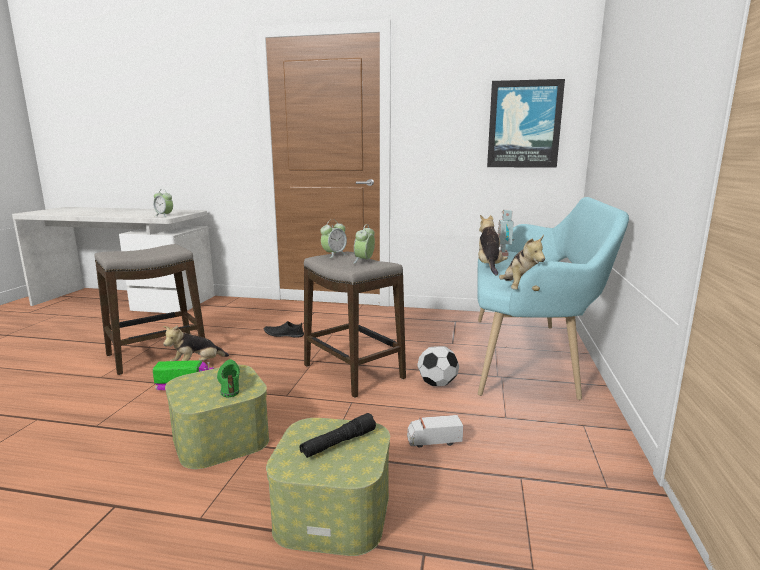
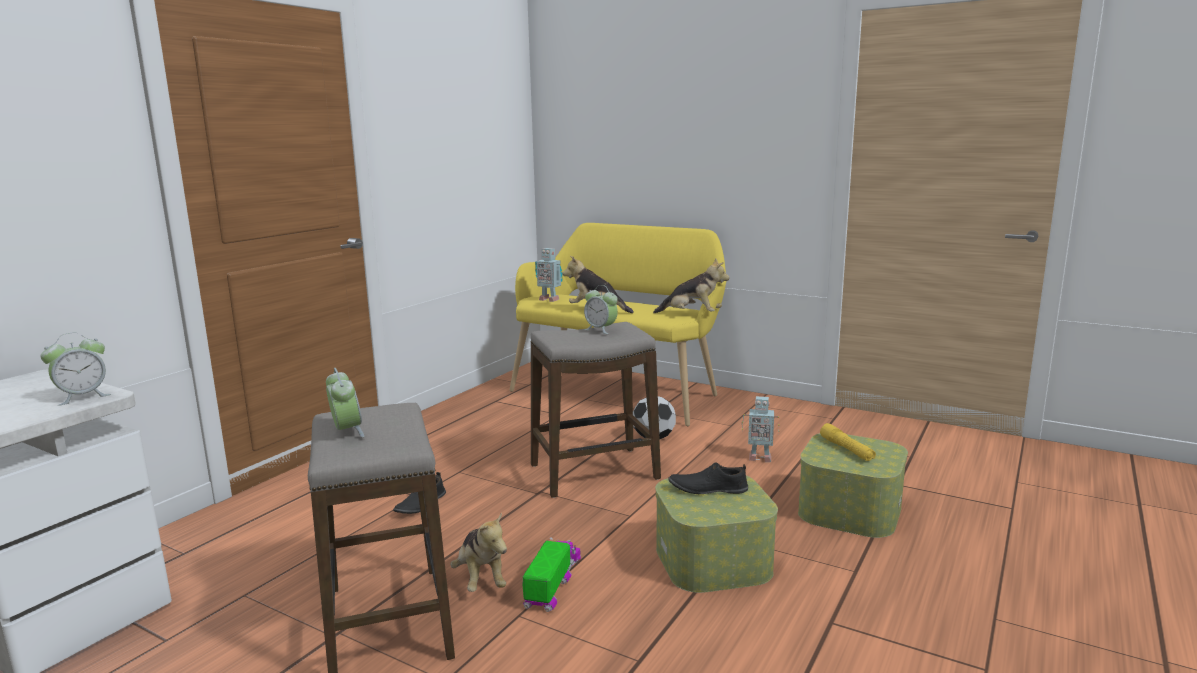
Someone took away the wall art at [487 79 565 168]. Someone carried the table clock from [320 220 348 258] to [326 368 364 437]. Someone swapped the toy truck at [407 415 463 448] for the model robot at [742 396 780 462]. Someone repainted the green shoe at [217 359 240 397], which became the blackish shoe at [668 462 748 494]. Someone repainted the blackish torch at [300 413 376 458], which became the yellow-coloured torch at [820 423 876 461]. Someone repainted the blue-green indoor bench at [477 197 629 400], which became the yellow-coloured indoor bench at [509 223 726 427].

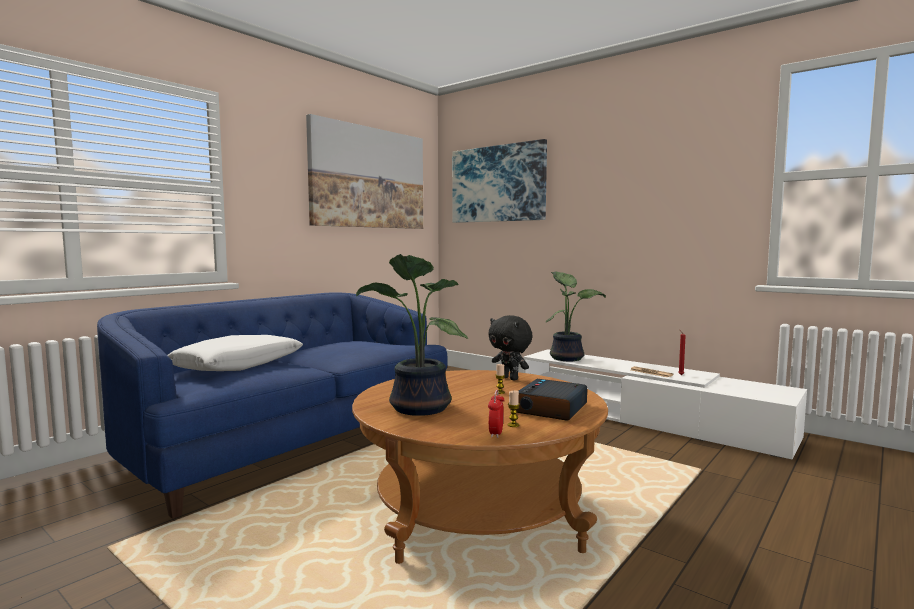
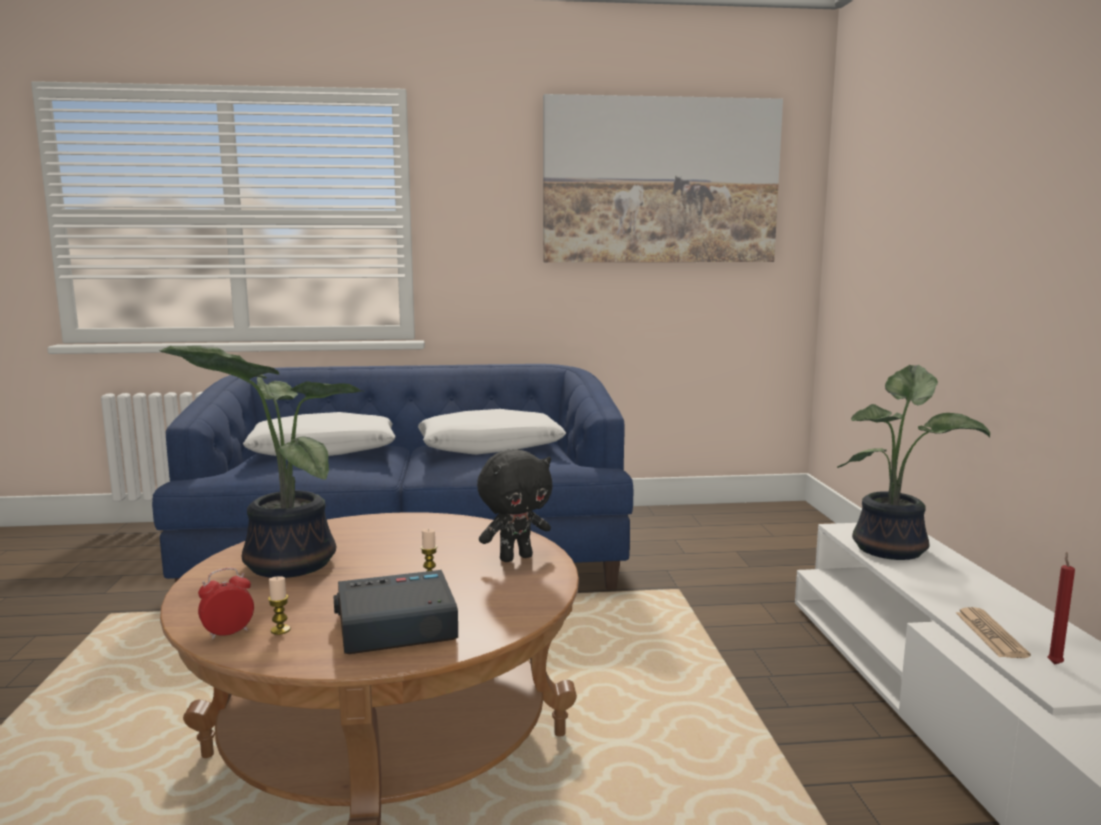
Someone took away the wall art at [452 139 547 223]. Someone put down the whitish throw pillow at [418 409 566 455]. Someone rotated the blackish cuddly toy at [488 315 533 381] by 120 degrees counterclockwise.

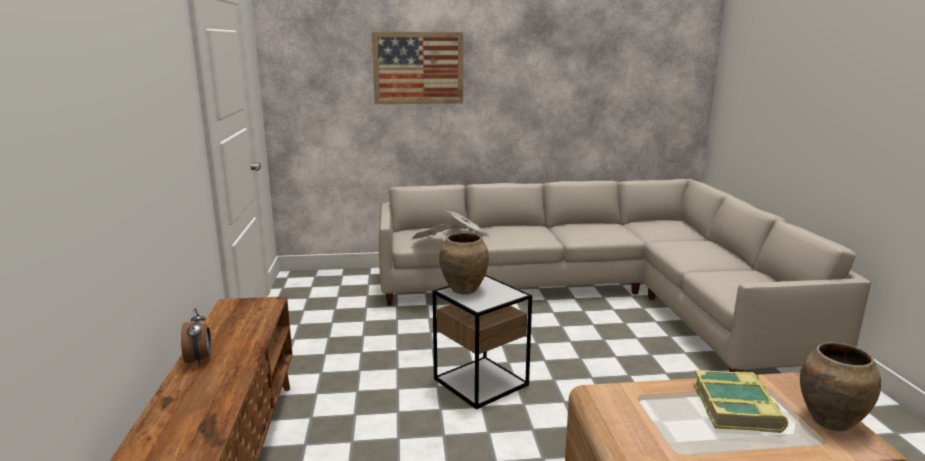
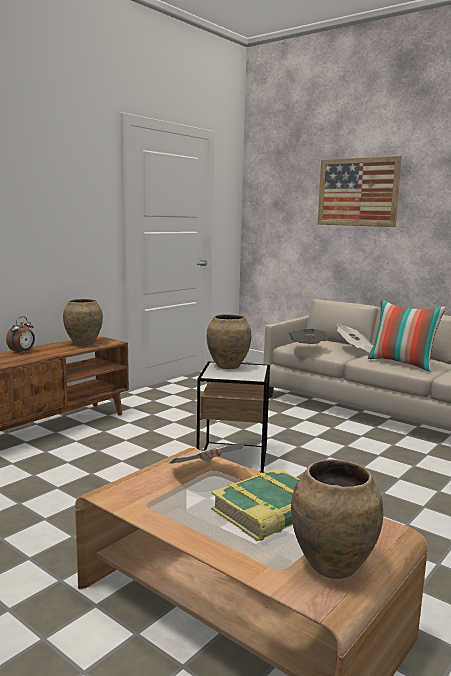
Someone put down the brown flower vase at [63 299 103 346]. Someone put down the printed paper at [169 443 245 464]. Someone put down the throw pillow at [368 300 446 372].

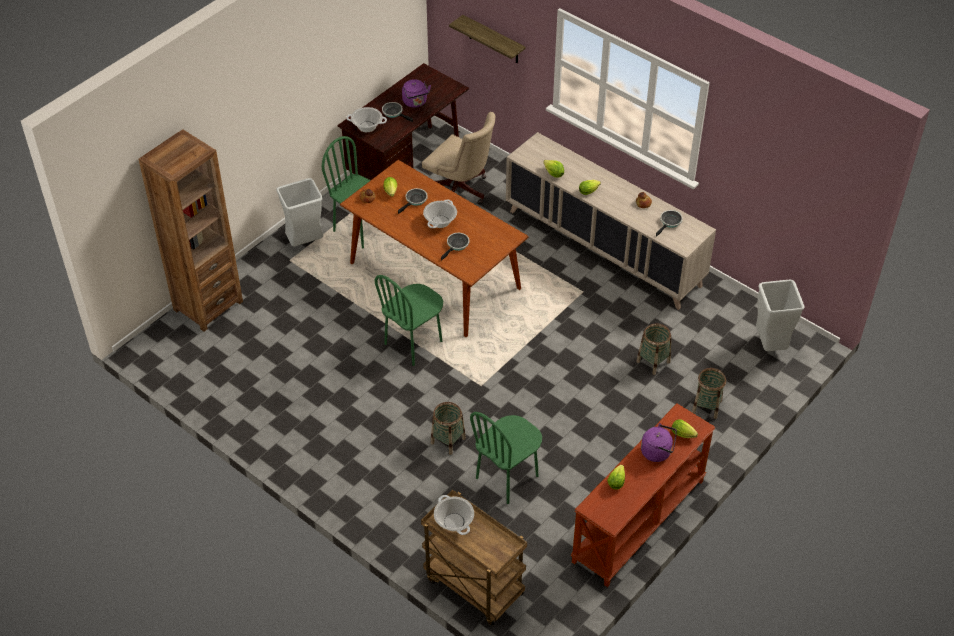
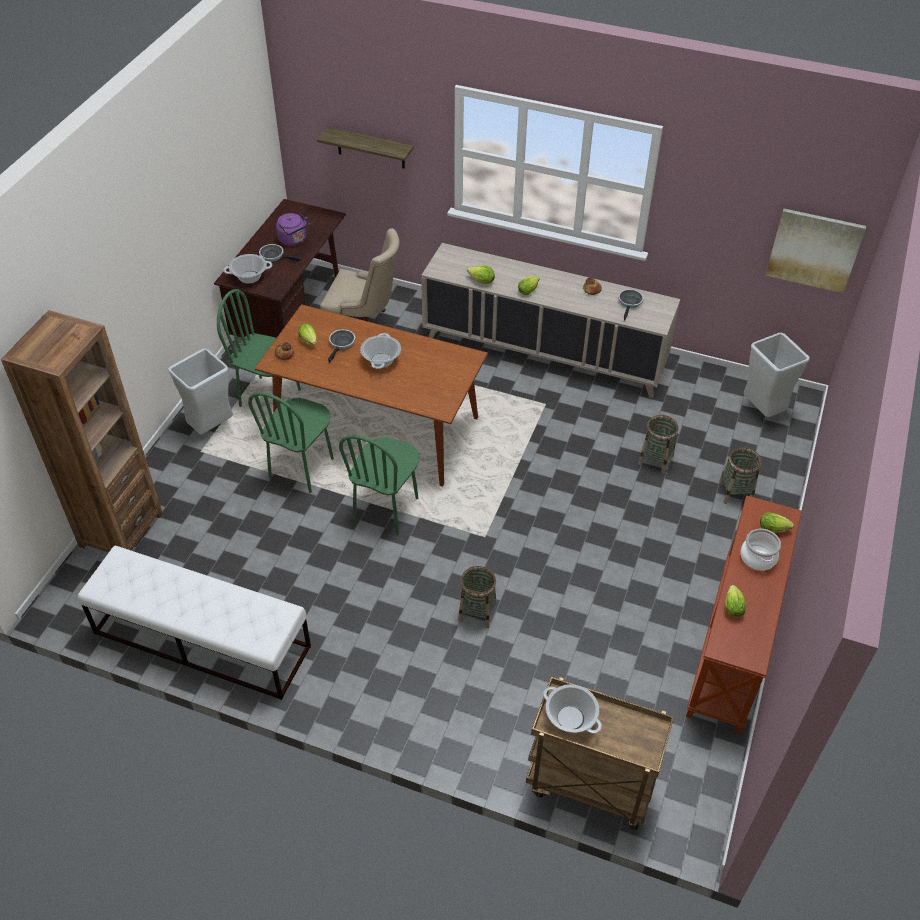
Someone took away the frying pan at [441 233 469 260]. Someone put down the whitish indoor bench at [78 546 311 700]. Someone put up the wall art at [765 209 866 293]. Someone carried the green plain chair from [470 412 542 504] to [248 392 334 493]. Someone swapped the purplish kettle at [641 423 677 462] for the cooking pot at [741 529 781 571].

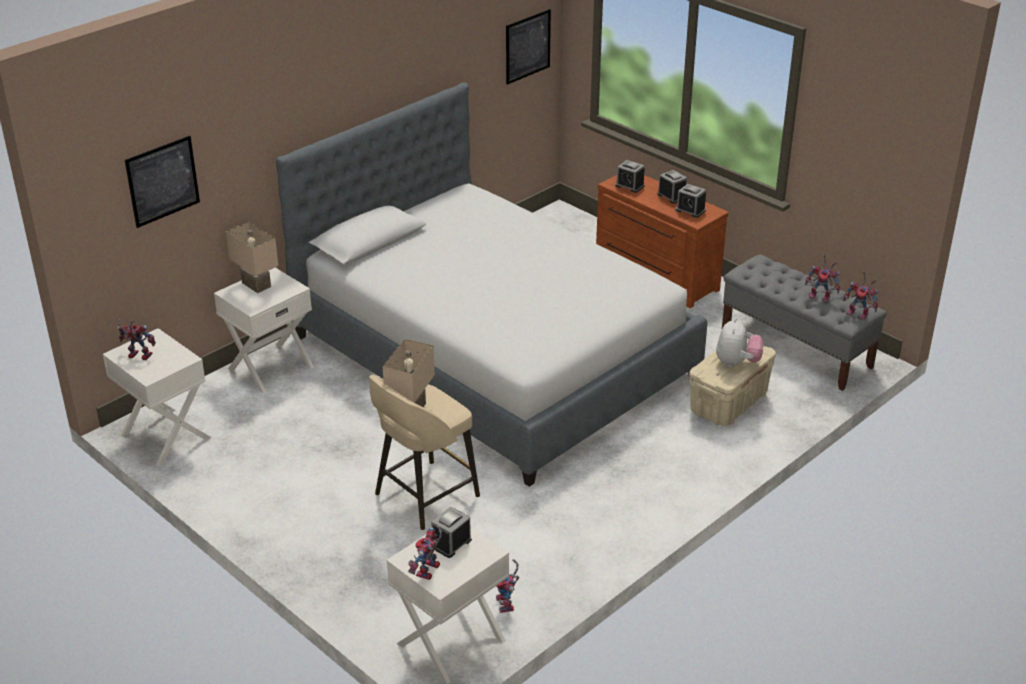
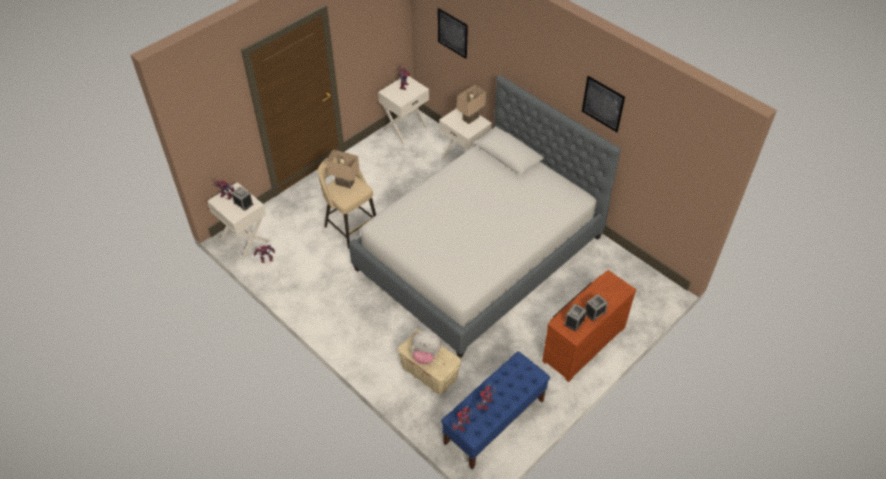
Someone took away the table clock at [615 160 645 193]. Someone carried the wall art from [506 9 551 85] to [582 76 625 132]. Someone repainted the gray indoor bench at [722 254 887 391], which became the blue-coloured indoor bench at [441 351 550 469].

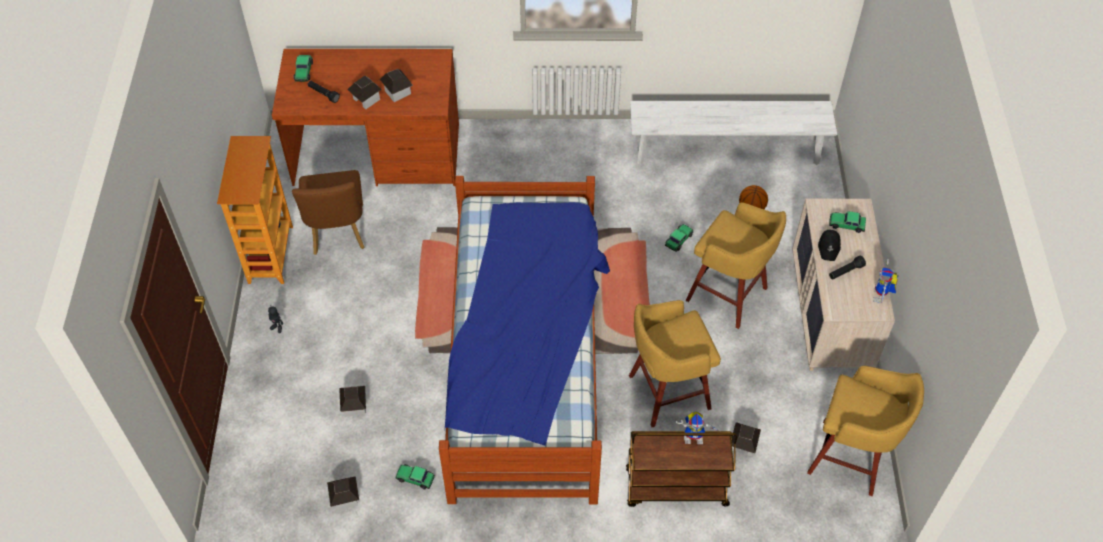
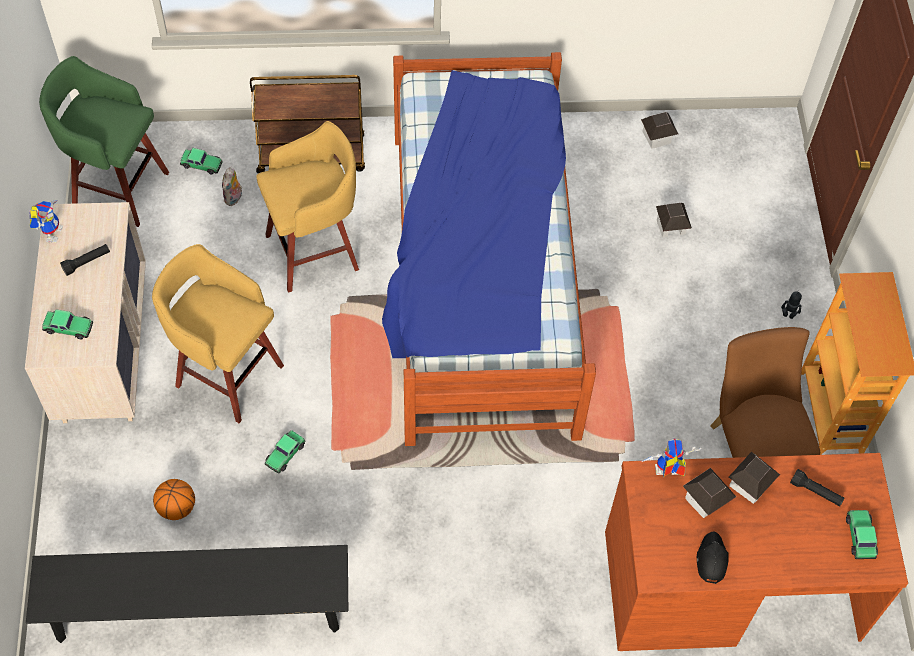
Someone carried the toy car from [395 464 435 489] to [180 148 223 175]. Someone carried the model robot from [676 411 718 444] to [641 438 701 477]. Someone carried the blackish baseball cap from [818 230 841 261] to [697 532 729 584]. Someone swapped the miniature house at [732 422 761 456] for the cuddly toy at [222 167 242 206]. Someone repainted the whitish indoor bench at [630 101 837 165], which became the blackish indoor bench at [26 545 348 643]. Someone repainted the yellow-coloured stool at [807 366 924 496], which became the green stool at [39 56 169 227].

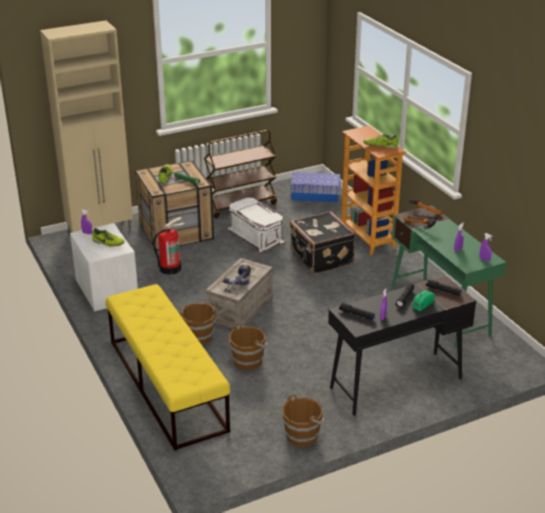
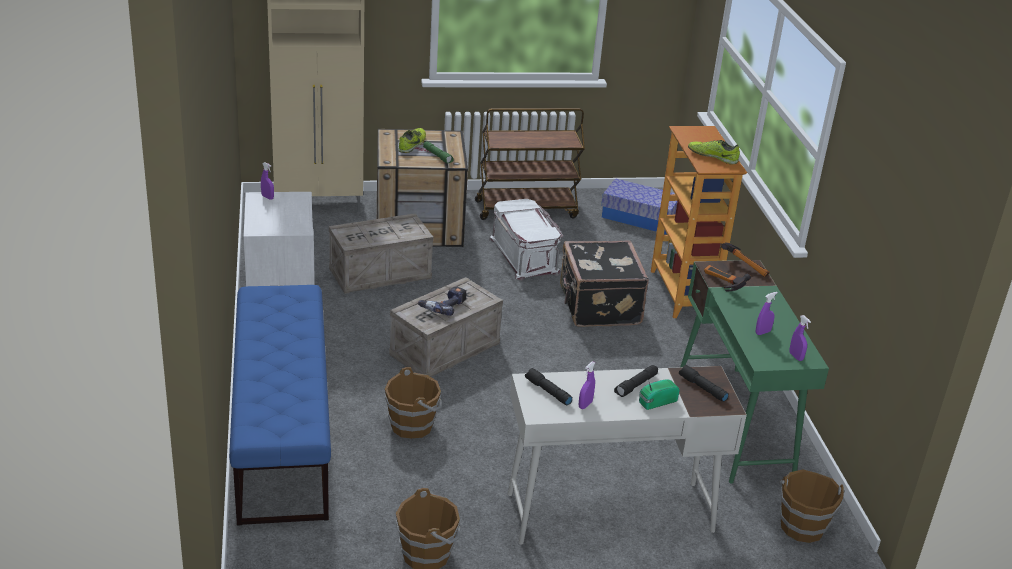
Someone took away the shoe at [92 228 125 247]. Someone carried the brown pail from [179 303 217 345] to [778 469 845 543]. Someone swapped the fire extinguisher at [153 217 184 275] for the packing crate at [329 213 433 294]. Someone repainted the yellow-coloured indoor bench at [106 284 230 451], which became the blue-coloured indoor bench at [229 285 331 526]. Someone repainted the blackish desk table at [328 275 476 416], which became the whitish desk table at [507 366 747 545].

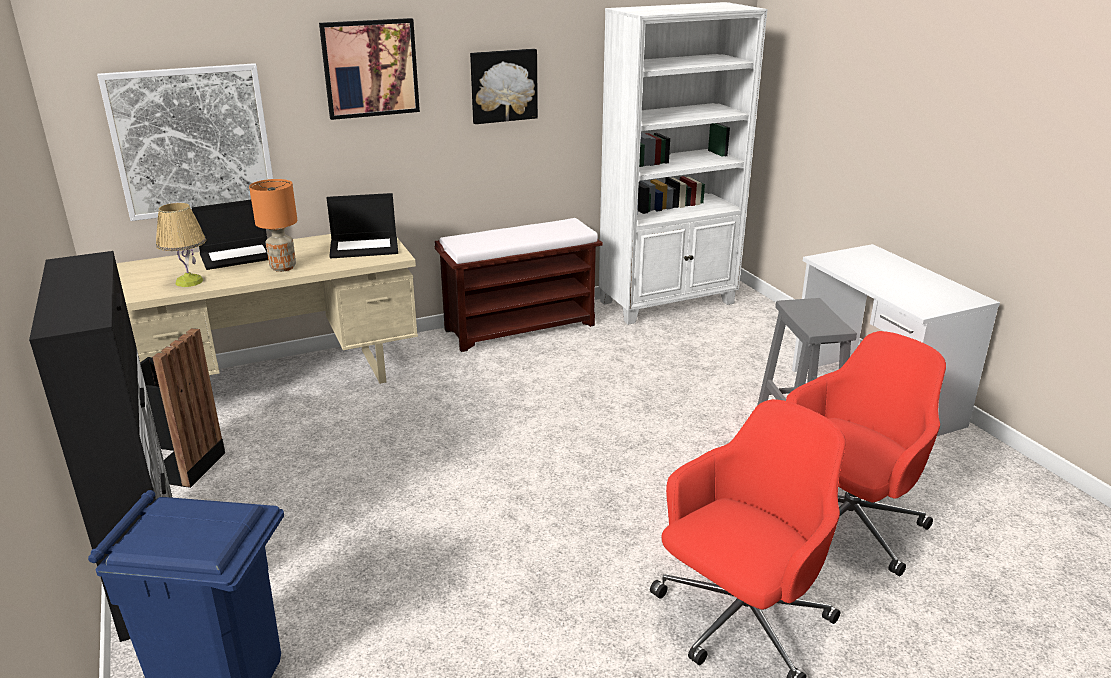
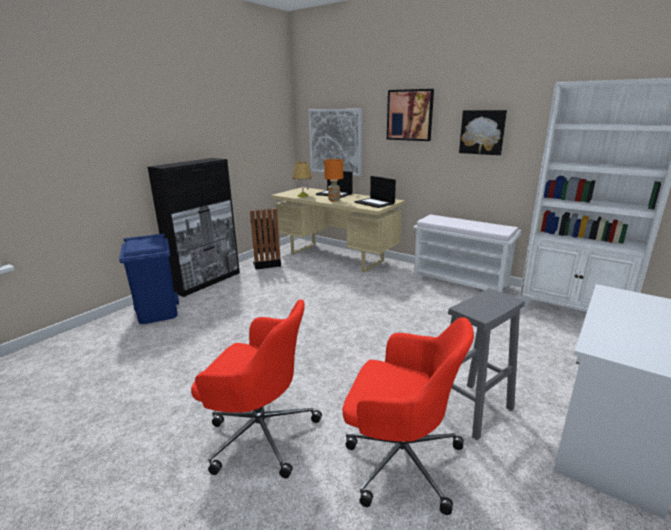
Someone repainted the brown indoor bench at [435 218 603 352], which became the whitish indoor bench at [413 214 521 292].

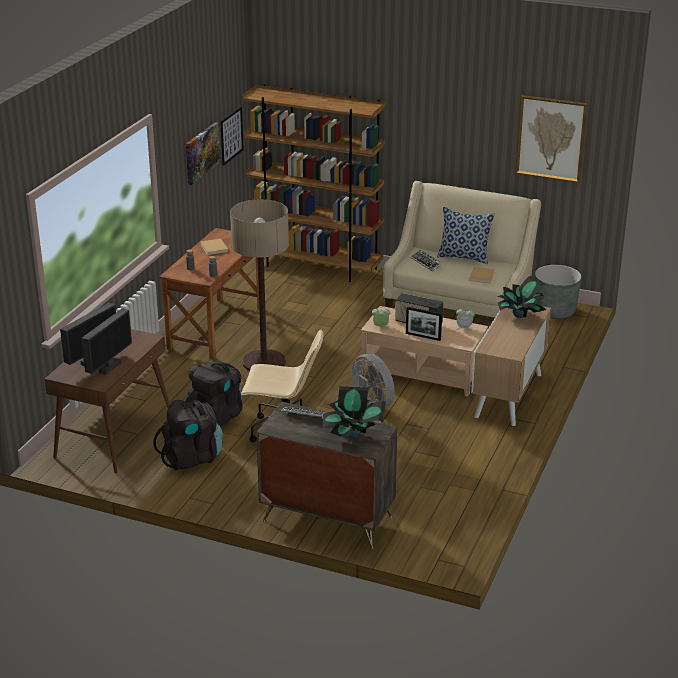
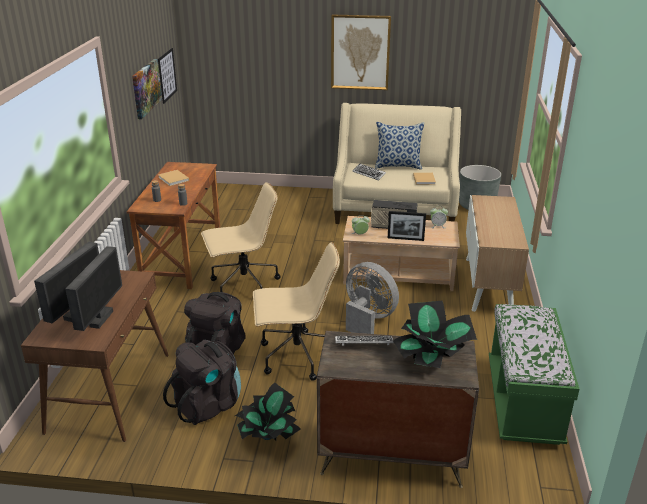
Someone took away the brown shelving unit at [242 84 386 282]. Someone put down the green indoor bench at [489 304 579 445]. Someone carried the potted plant from [497 276 546 318] to [235 382 300 440]. Someone carried the wall art from [516 95 587 183] to [331 14 391 90]. Someone swapped the standard lamp at [230 199 289 371] for the sand-coloured office chair at [201 182 281 292].

